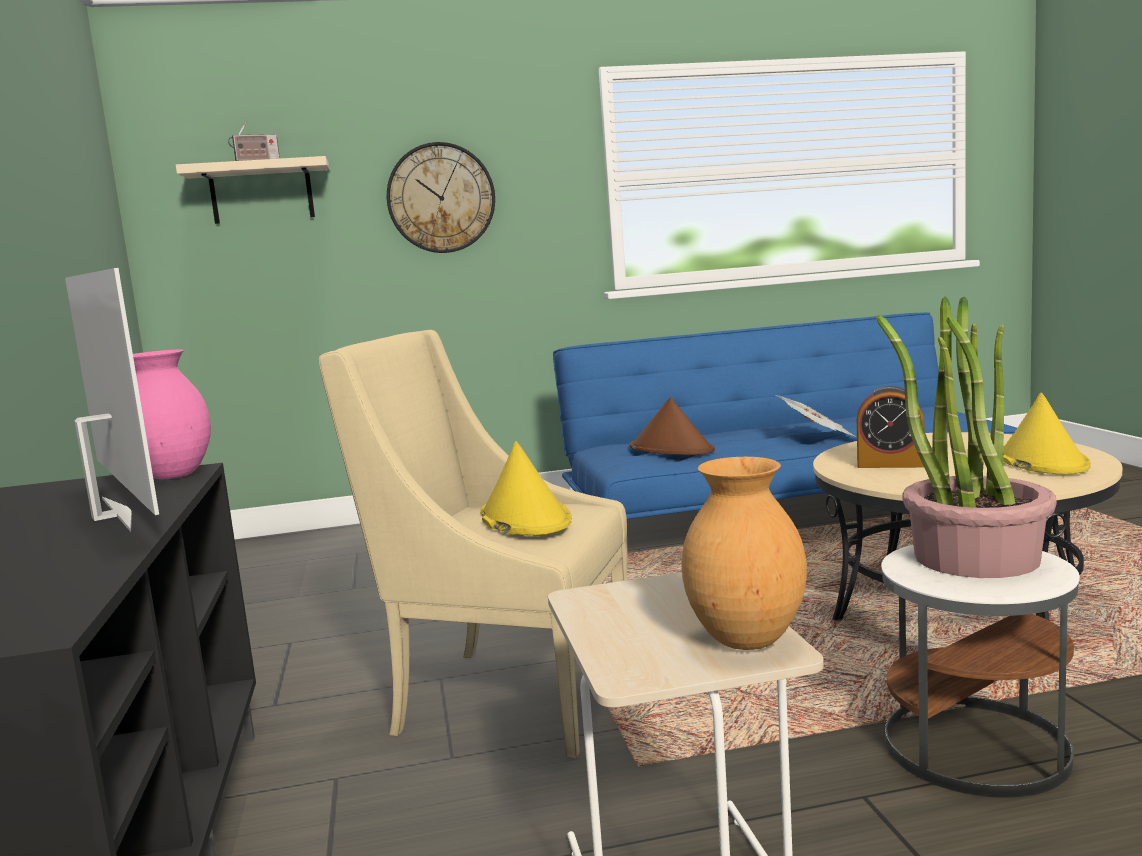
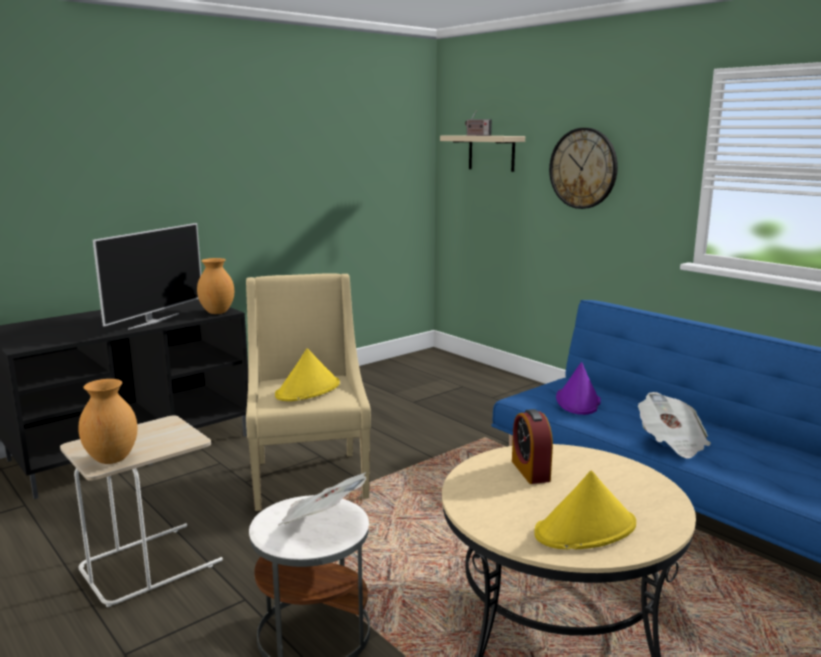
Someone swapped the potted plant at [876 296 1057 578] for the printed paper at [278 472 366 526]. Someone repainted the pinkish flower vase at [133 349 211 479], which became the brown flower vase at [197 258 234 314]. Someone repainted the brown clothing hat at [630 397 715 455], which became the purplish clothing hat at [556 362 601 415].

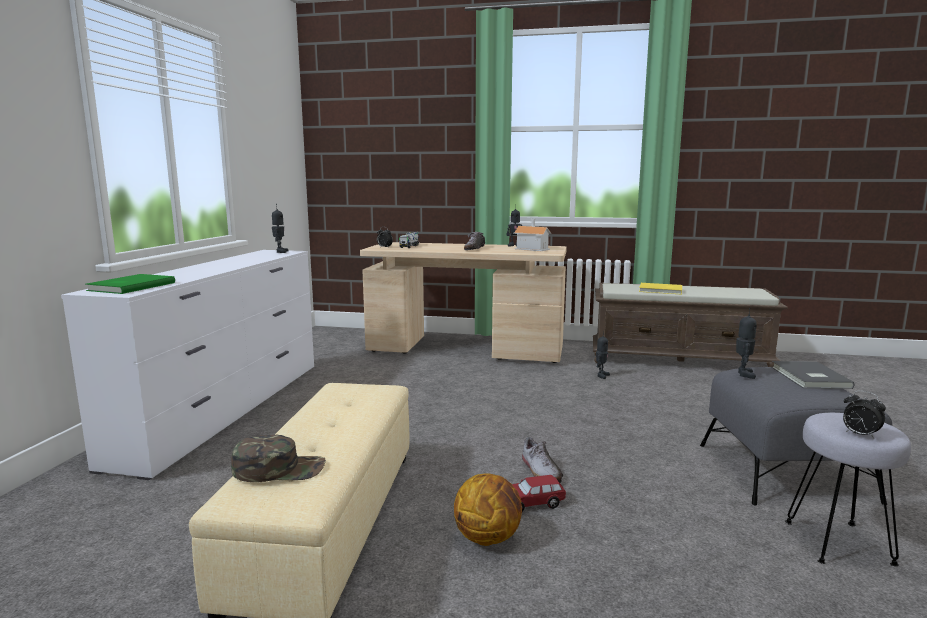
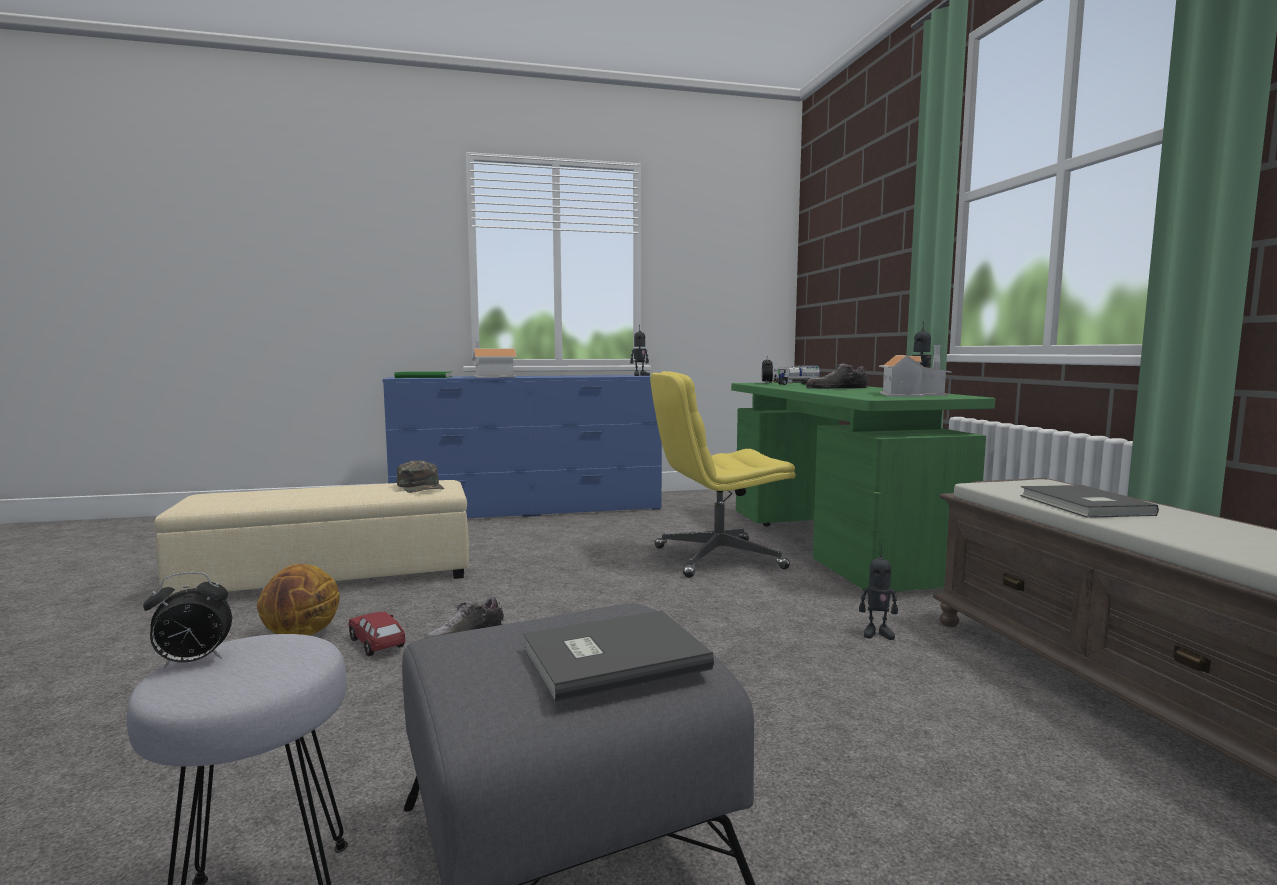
Someone took away the model robot at [736 308 757 379]. Someone put down the miniature house at [472 342 517 378]. Someone put down the yellow-coloured office chair at [650 371 796 578]. Someone carried the green baseball cap from [231 435 326 482] to [397 461 444 493]. Someone repainted the whitish dresser at [61 250 314 480], which became the blue-coloured dresser at [382 375 662 518]. Someone repainted the sand-coloured desk table at [360 242 567 363], which became the green desk table at [731 383 995 592]. Someone repainted the yellow-coloured bound book at [639 283 682 295], which became the gray bound book at [1020 485 1159 518]. Someone rotated the table clock at [843 390 886 439] by 135 degrees counterclockwise.

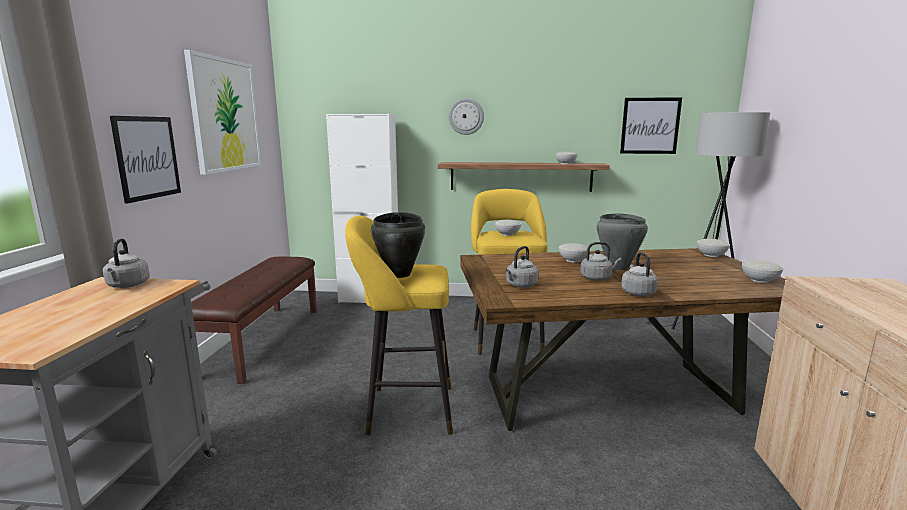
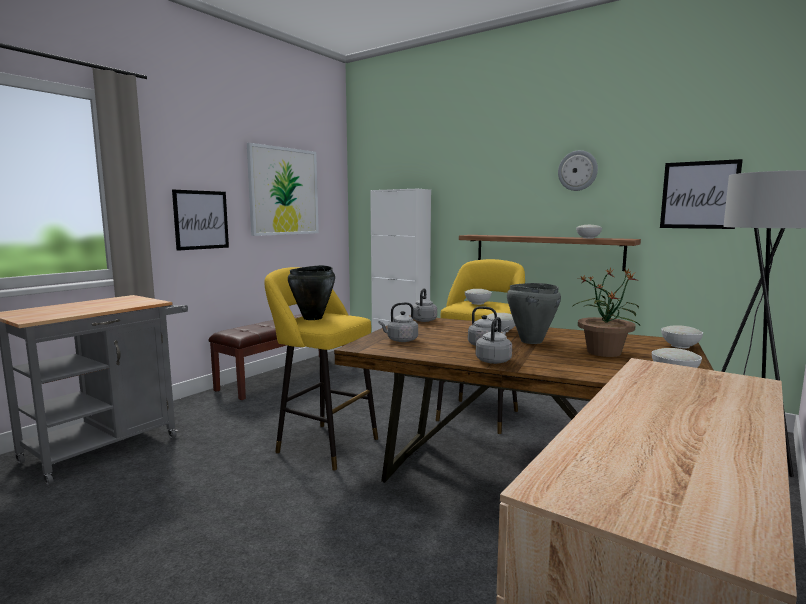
Someone put down the potted plant at [571 267 640 357]. Someone carried the gray kettle from [103 238 150 288] to [413 288 437 322]. Someone carried the hanging clock from [449 98 484 135] to [558 150 598 191].

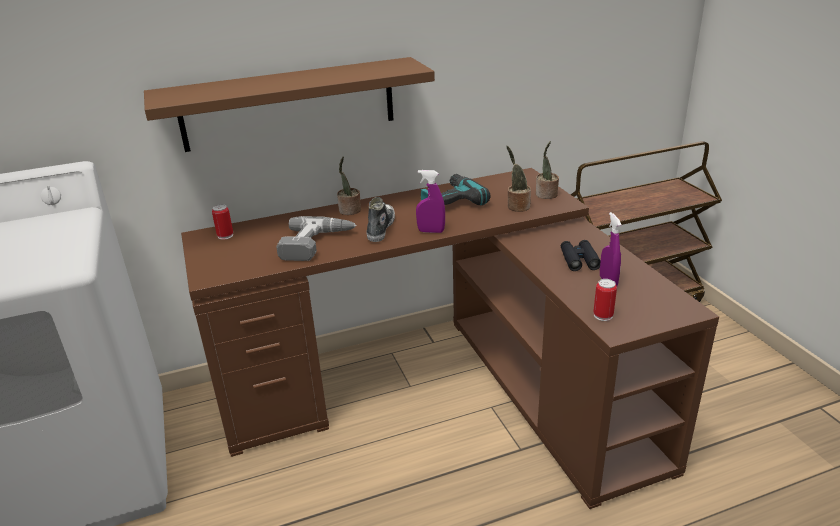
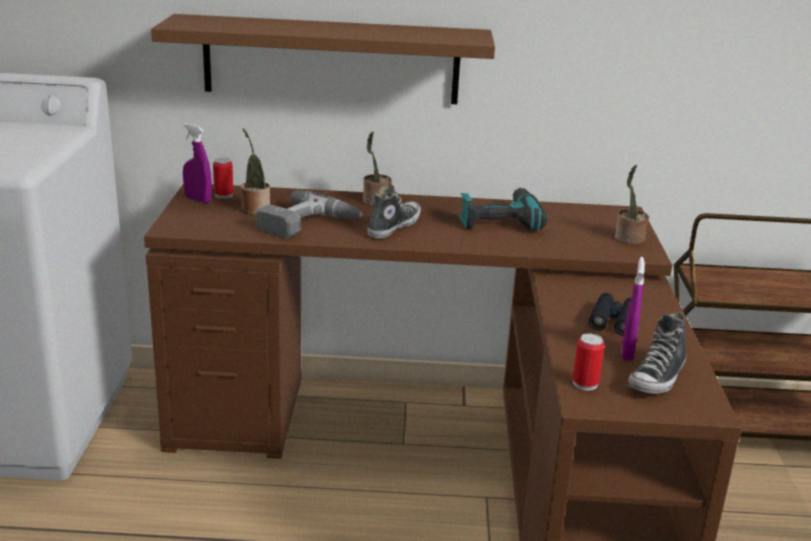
Someone put down the shoe at [628 312 686 394]. Someone carried the purplish hand sprayer from [416 170 445 233] to [183 123 212 203]. Someone carried the potted plant from [506 146 531 212] to [240 128 270 215].

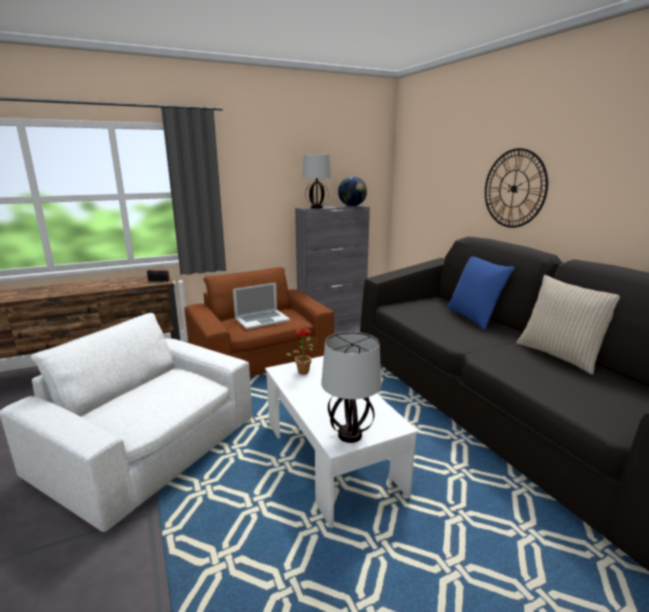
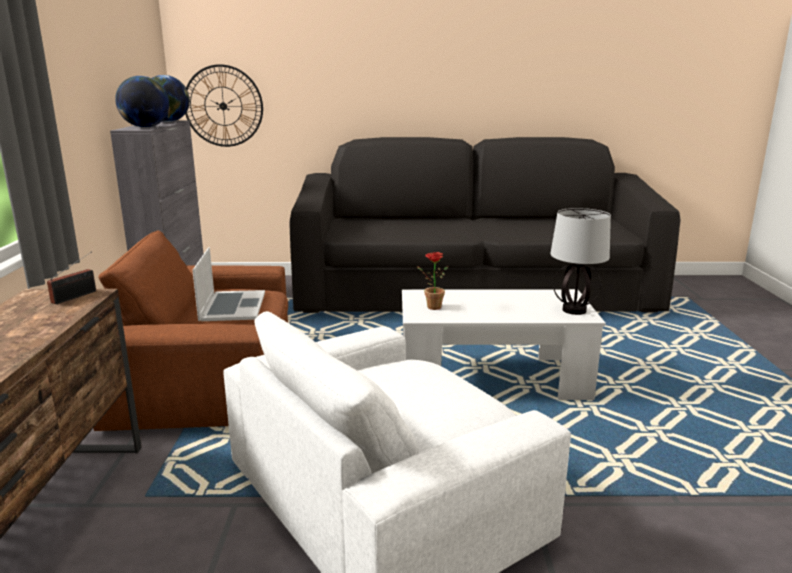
Someone took away the blue-coloured throw pillow at [447 256 515 330]. Someone took away the sand-coloured throw pillow at [516 275 620 375]. Someone carried the hanging clock from [485 148 548 228] to [185 64 263 147]. Someone swapped the table lamp at [302 155 331 209] for the desk globe at [115 76 169 128].

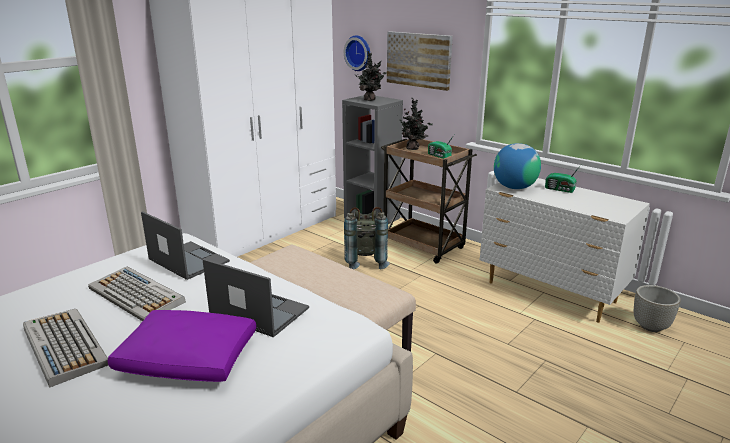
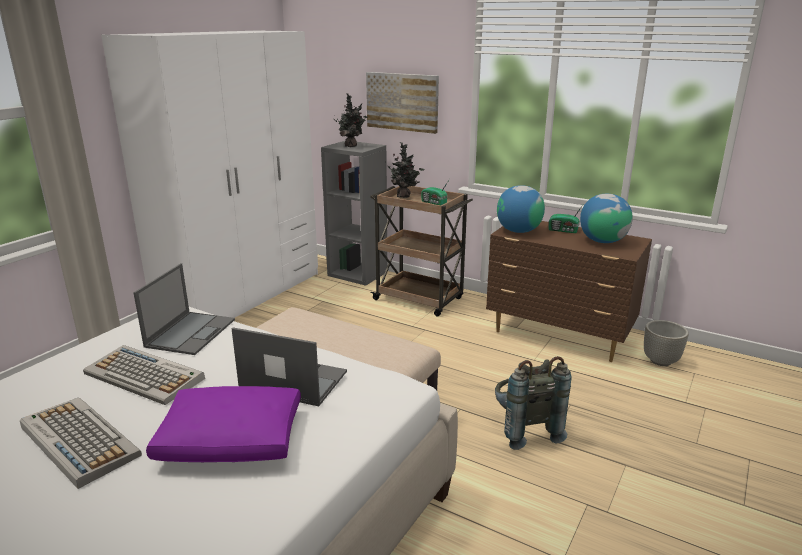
Someone took away the hanging clock at [344 35 370 71]. Someone put down the desk globe at [580 194 633 243]. Someone carried the gray backpack from [344 207 390 270] to [495 356 571 450]. Someone repainted the whitish dresser at [480 178 650 323], which became the brown dresser at [486 221 652 362]. Someone rotated the laptop at [141 211 230 280] by 75 degrees clockwise.

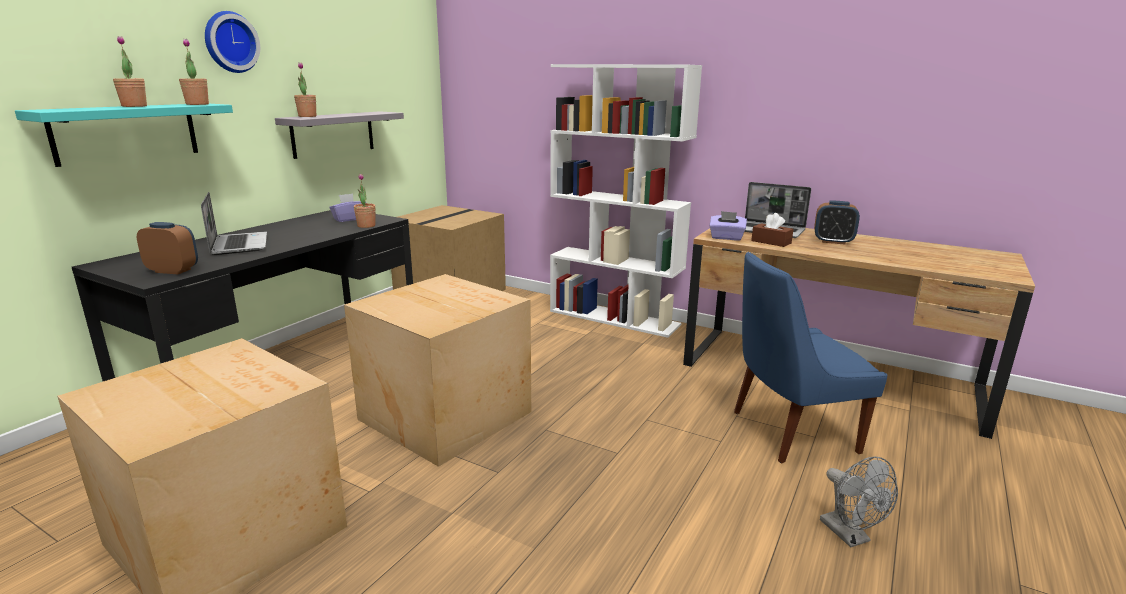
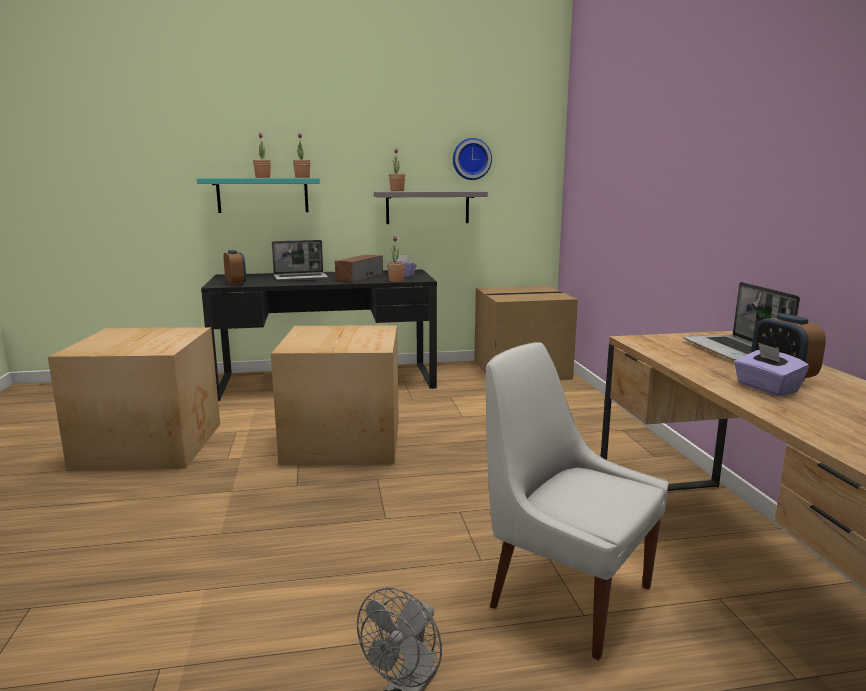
Someone took away the whitish shelving unit at [550 64 702 338]. Someone took away the brown box of tissues at [751 213 794 247]. Someone put down the loudspeaker at [335 255 383 283]. Someone carried the hanging clock from [205 11 260 73] to [453 138 492 180]. Someone carried the purplish box of tissues from [710 211 747 240] to [734 342 809 396]. Someone repainted the blue-coloured plain chair at [734 252 888 463], which became the whitish plain chair at [486 342 668 660]. Someone rotated the laptop at [201 192 267 255] by 45 degrees clockwise.

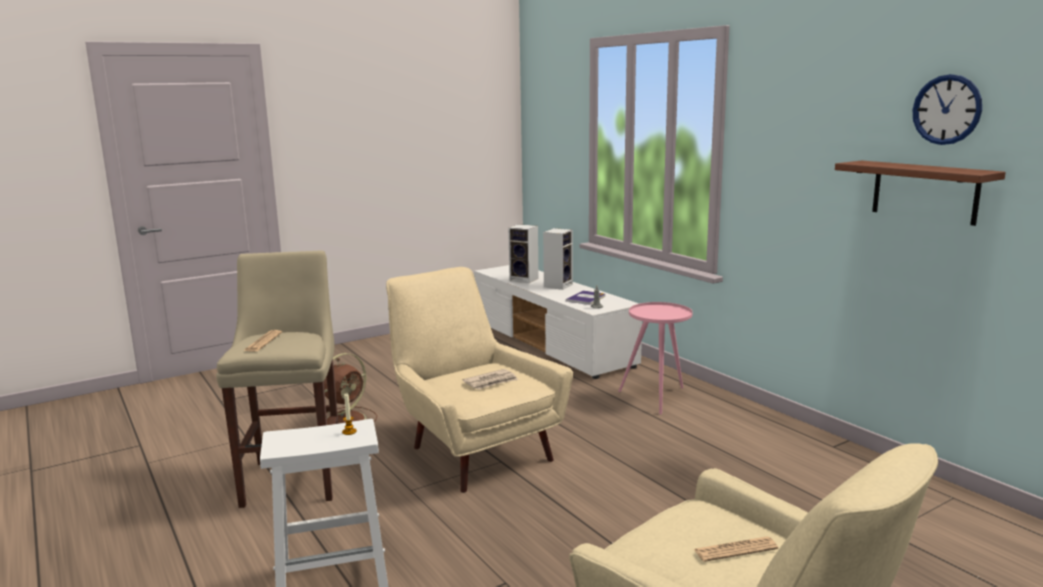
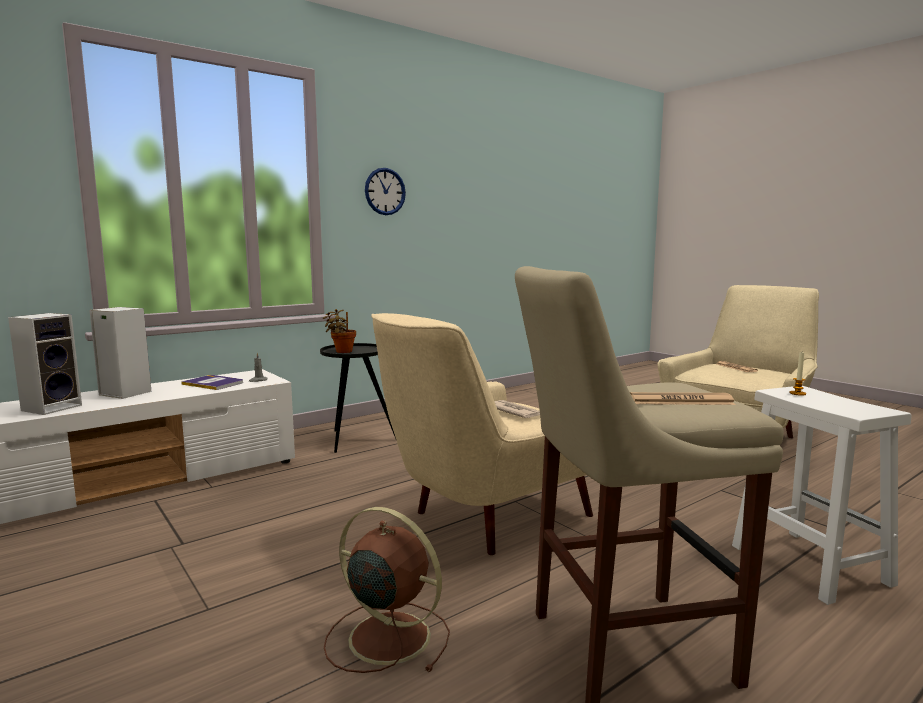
Someone took away the brown shelf at [835 160 1006 226]. Someone put down the potted plant at [322 309 356 353]. Someone carried the hanging clock from [913 74 982 145] to [365 168 406 215]. Someone repainted the pinkish end table at [619 302 693 415], which became the blackish end table at [320 343 396 453].

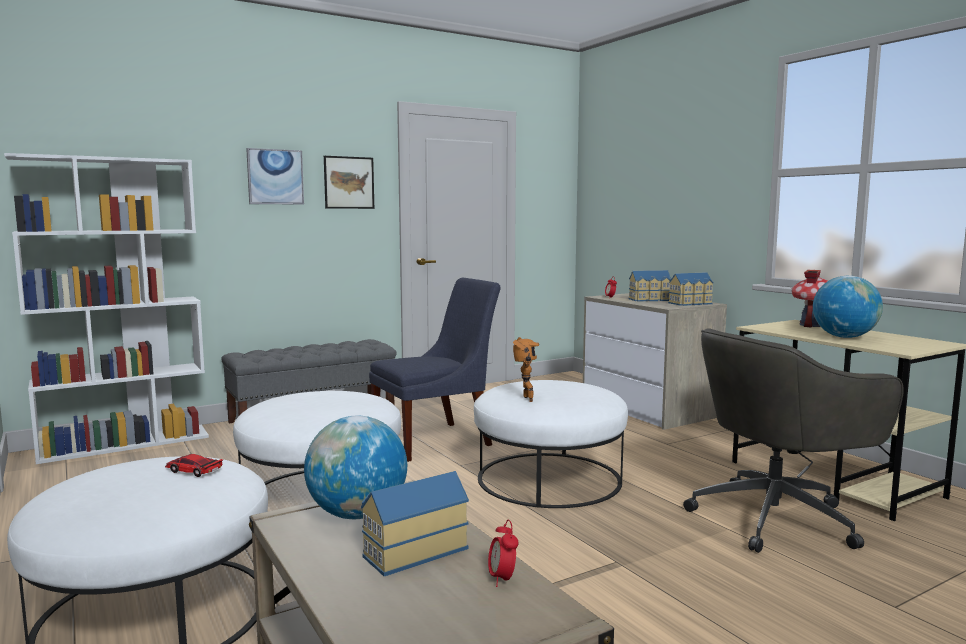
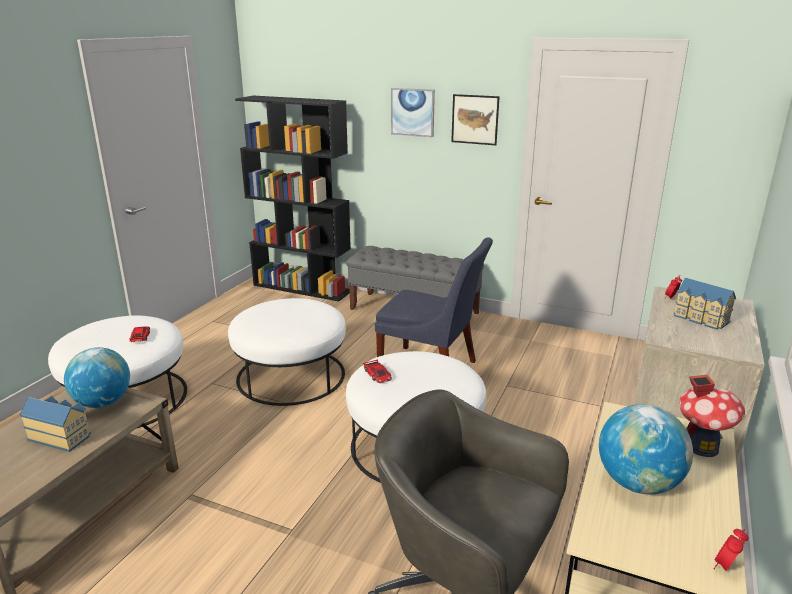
Someone took away the miniature house at [668 272 714 306]. Someone carried the table clock from [488 520 519 587] to [713 529 748 571]. Someone swapped the model robot at [513 337 539 402] for the toy car at [363 360 392 383]. Someone repainted the whitish shelving unit at [4 153 209 464], which became the blackish shelving unit at [235 96 351 301].

